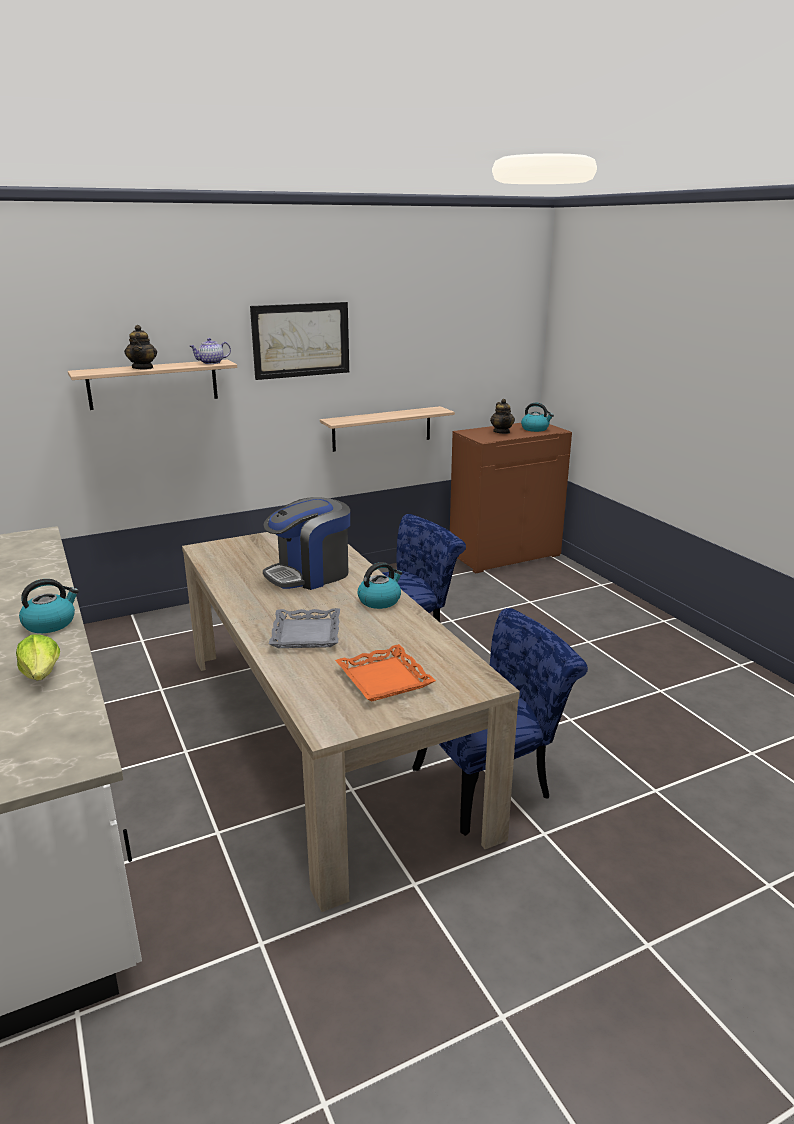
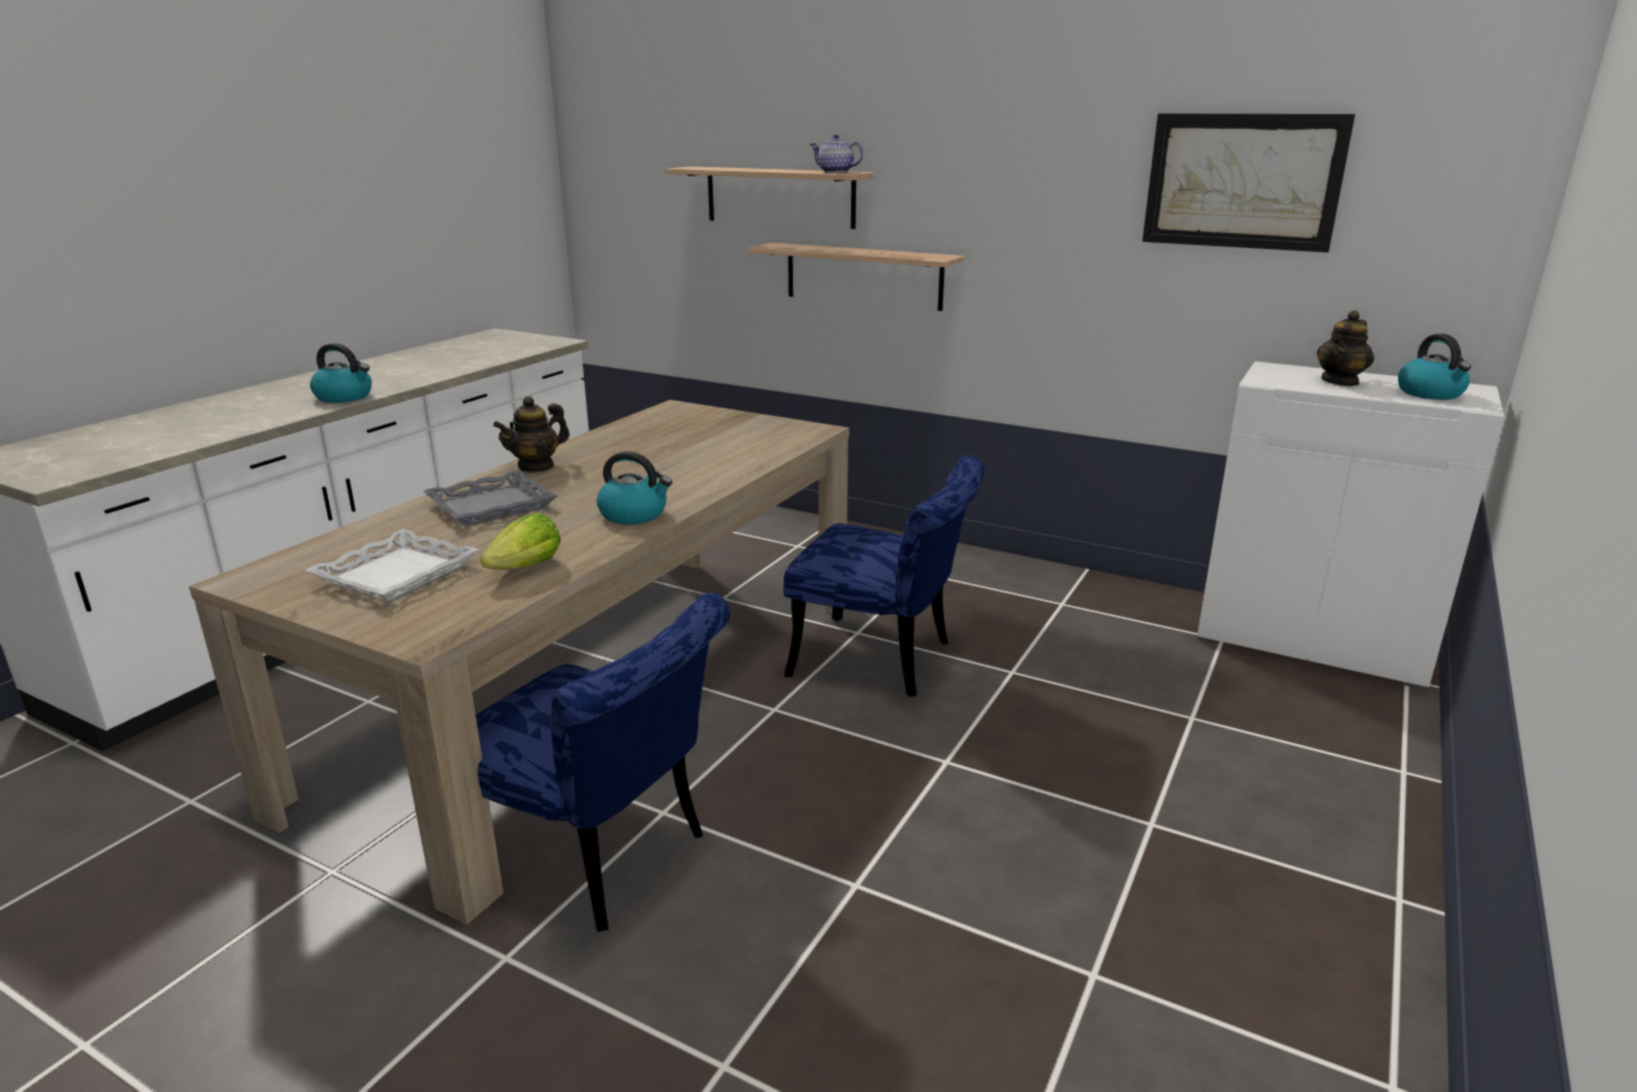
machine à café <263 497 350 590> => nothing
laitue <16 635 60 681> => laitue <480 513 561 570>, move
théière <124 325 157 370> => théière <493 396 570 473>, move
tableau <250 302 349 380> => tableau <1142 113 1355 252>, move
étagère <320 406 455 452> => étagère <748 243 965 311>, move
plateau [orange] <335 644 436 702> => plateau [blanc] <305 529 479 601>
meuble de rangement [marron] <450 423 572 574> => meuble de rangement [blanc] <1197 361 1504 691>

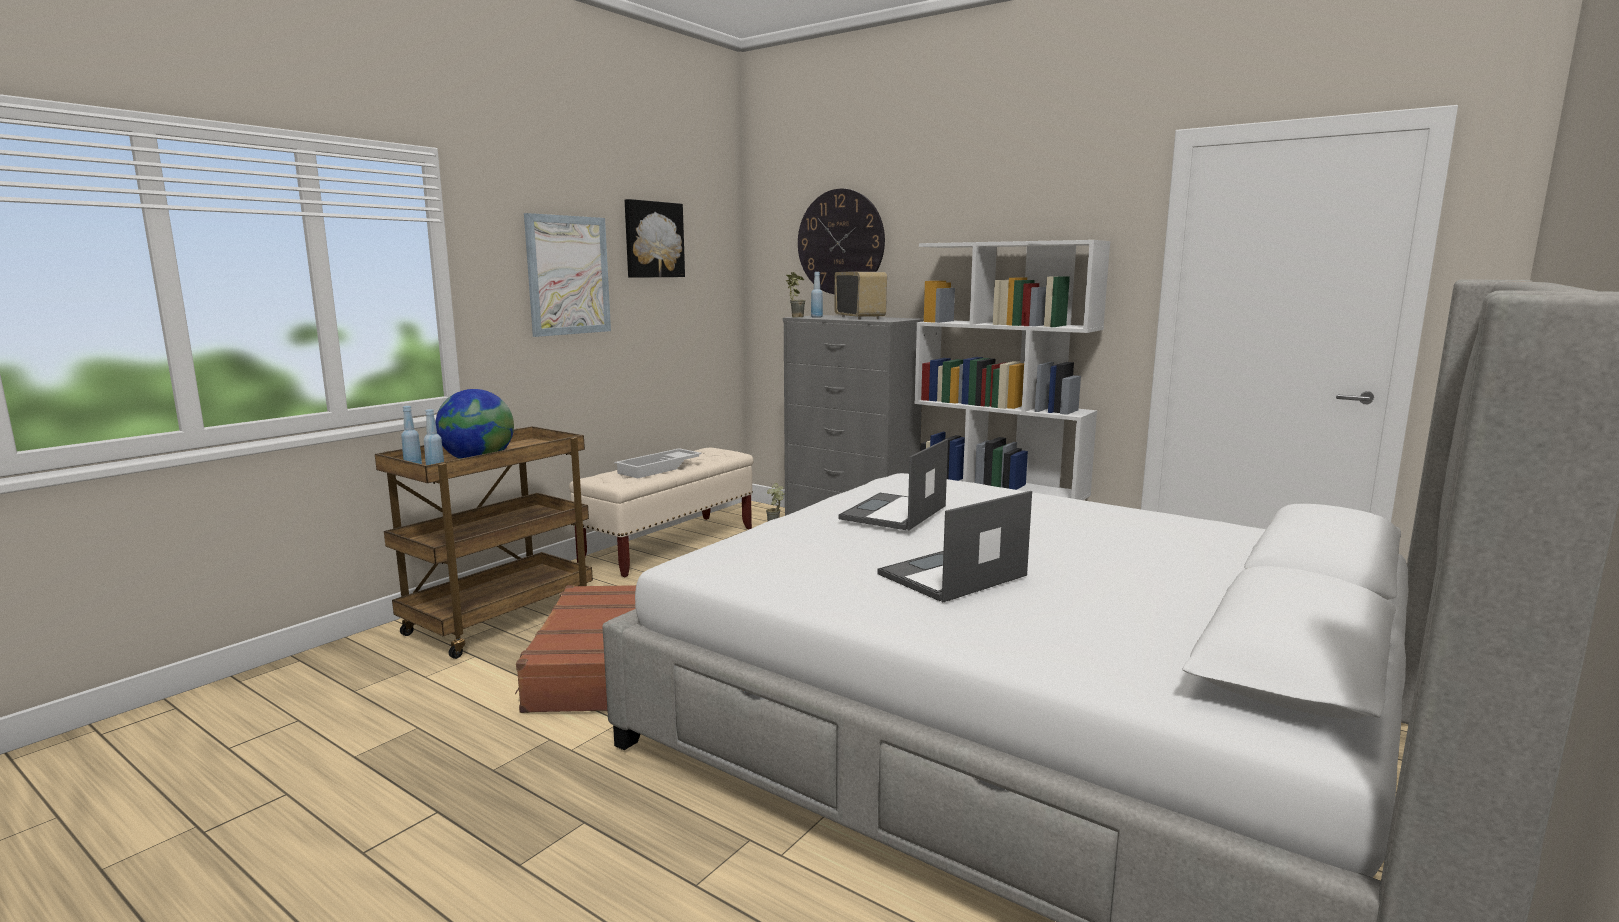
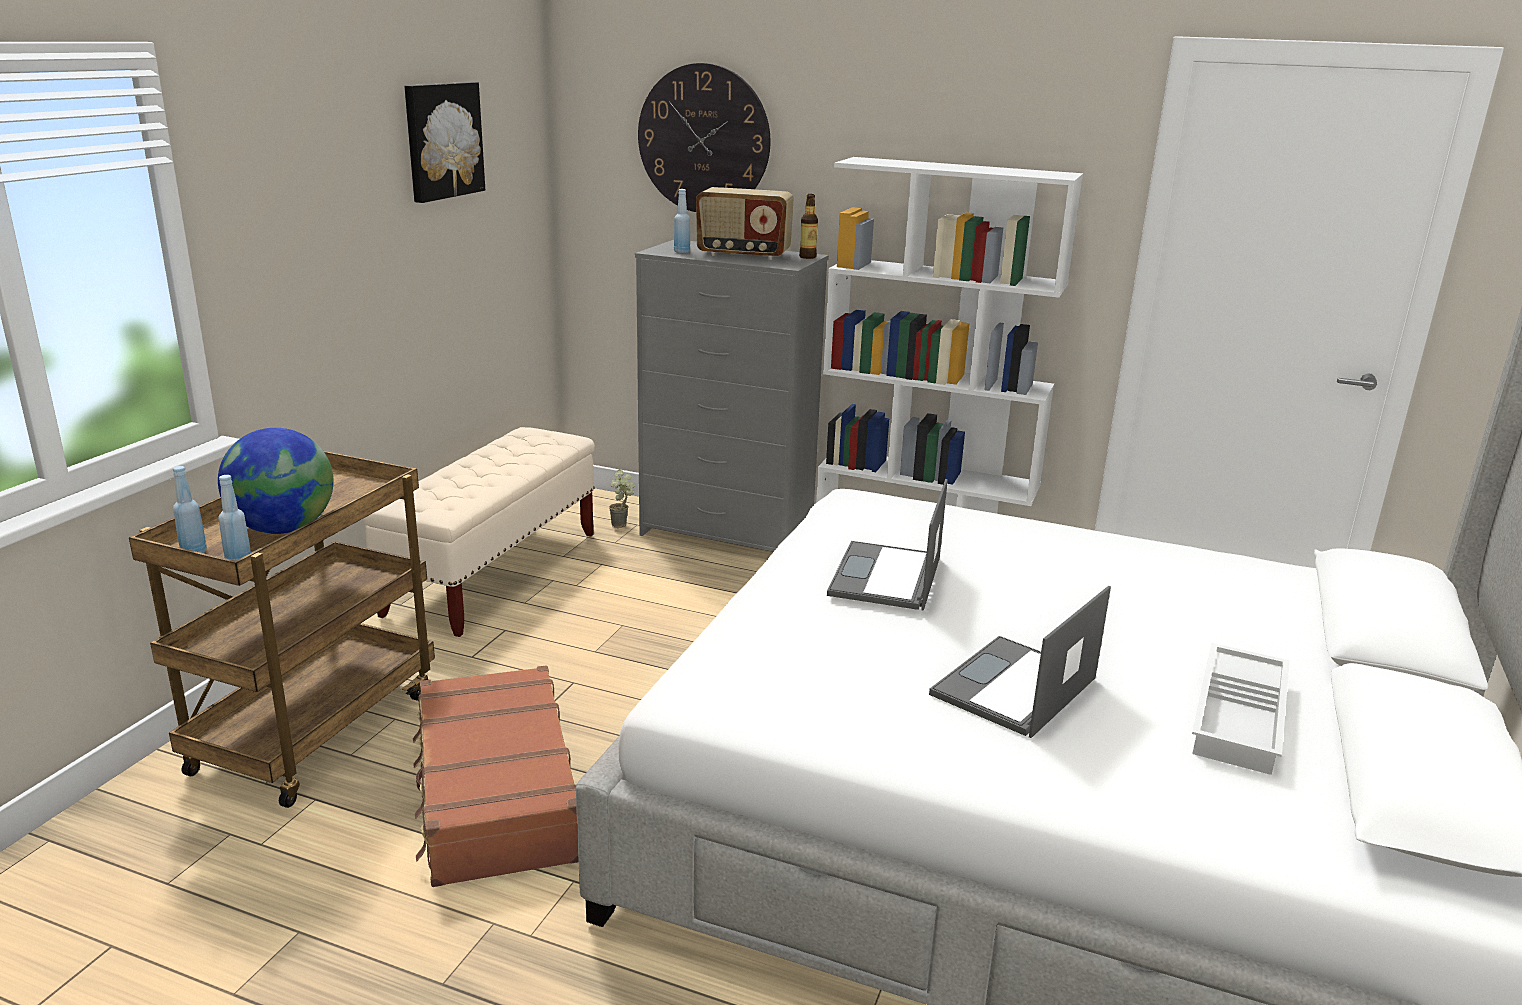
tableau <524 213 611 337> => nothing
plante en pot <786 272 806 318> => nothing
nothing => bouteille <799 194 818 259>
plateau [blanc] <614 448 702 478> => plateau [blanc] <1192 643 1290 775>, move
radio <834 272 887 320> => radio <696 187 794 260>, 135 degrees clockwise

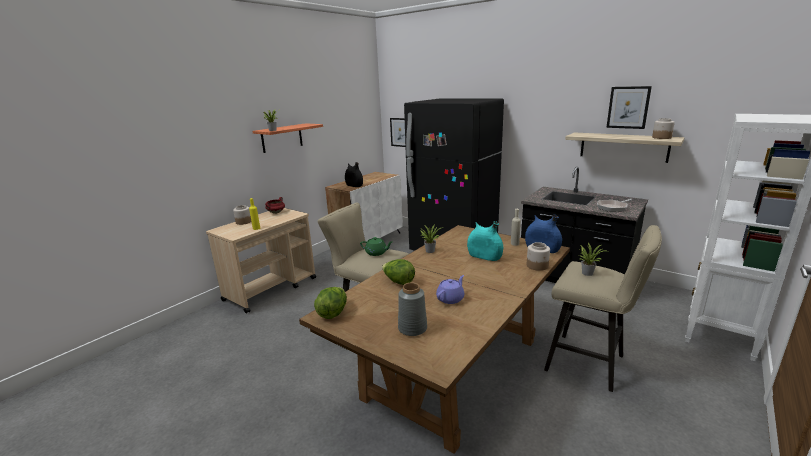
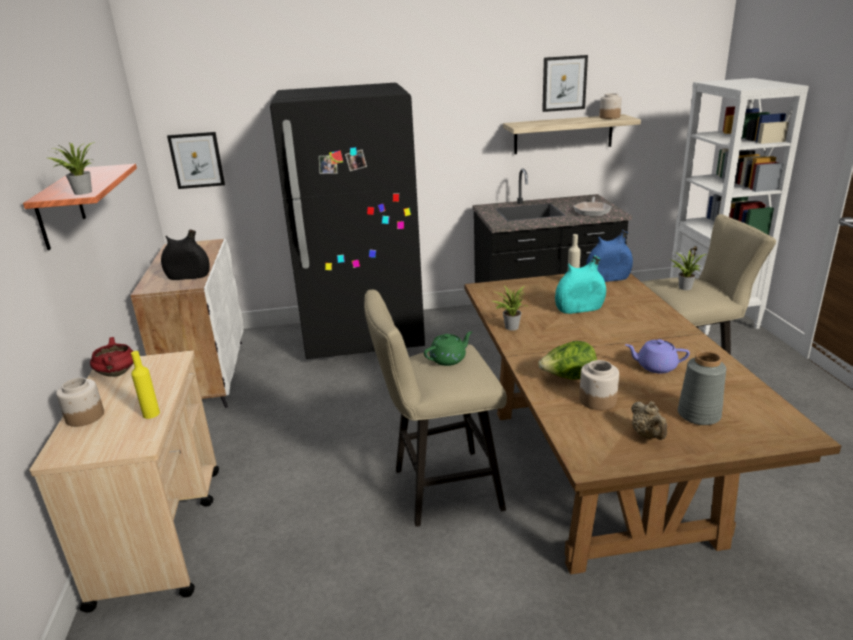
laitue <314 287 347 319> => nothing
nothing => théière [beige] <631 401 667 440>
bocal <527 242 550 271> => bocal <579 360 619 410>, move
théière [violet] <436 275 464 304> => théière [violet] <625 339 690 374>, 75 degrees counterclockwise

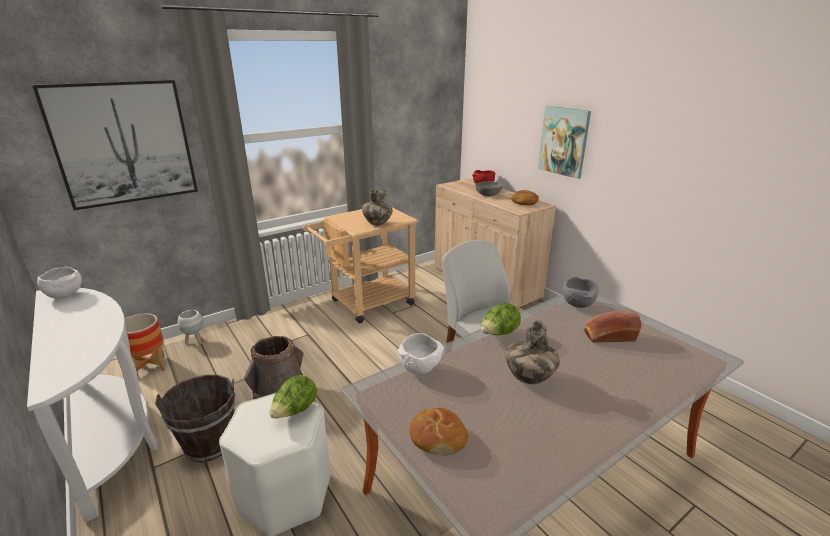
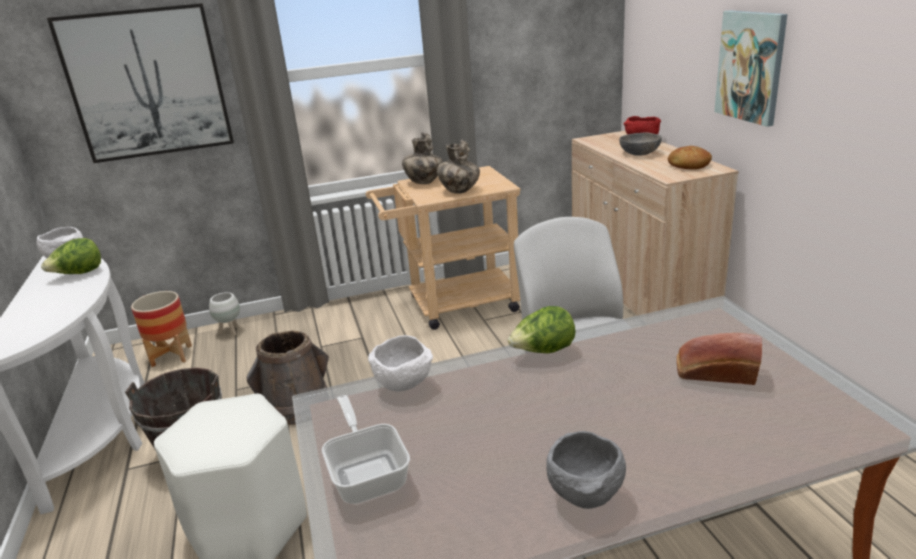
laitue <270 375 317 419> => laitue <41 238 101 274>, move
vase <505 321 560 384> => vase <402 132 443 184>, move
bol [gris] <562 277 598 308> => bol [gris] <546 431 626 509>, move
pain <410 408 468 455> => poêle <322 395 410 504>

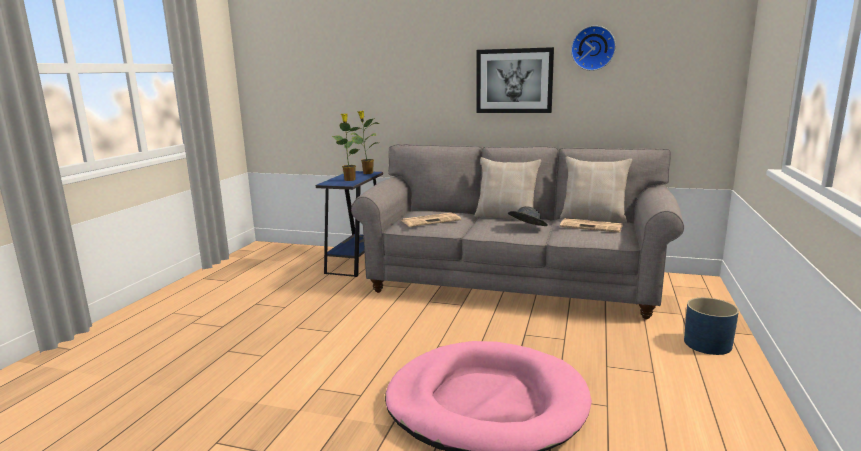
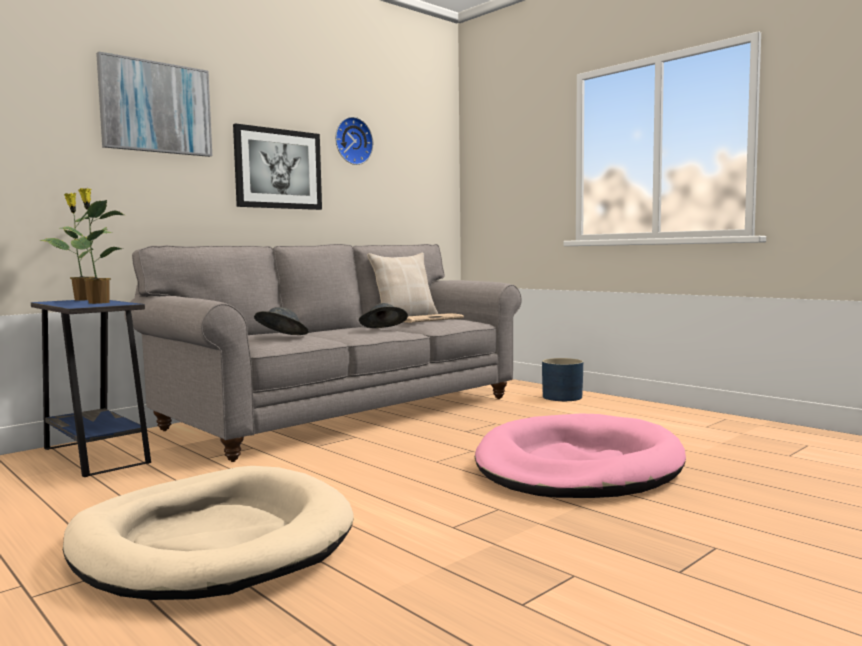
coussin [beige] <475 157 541 220> => nothing
nothing => panier pour chien [beige] <63 466 354 600>
nothing => tableau <96 52 212 157>
journal <402 213 461 227> => chapeau [gris] <254 307 309 335>

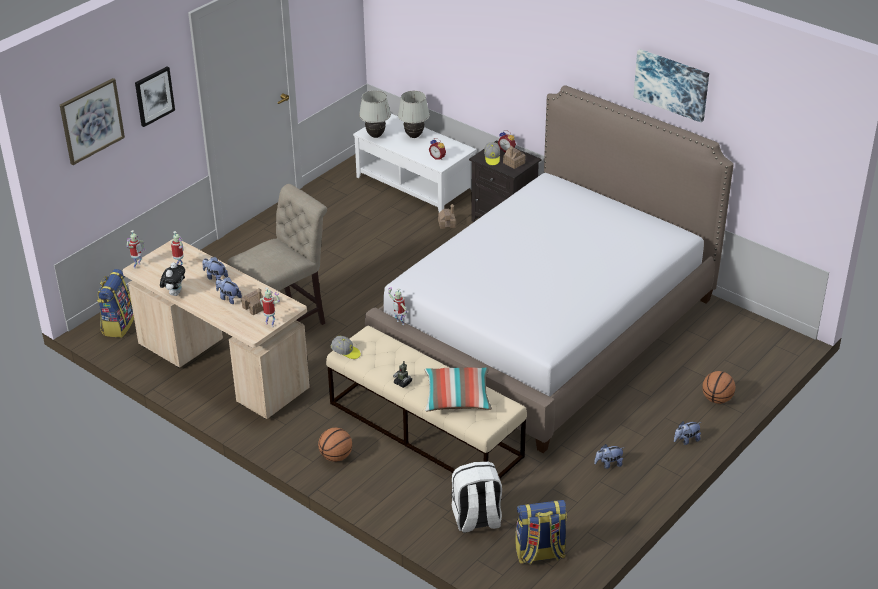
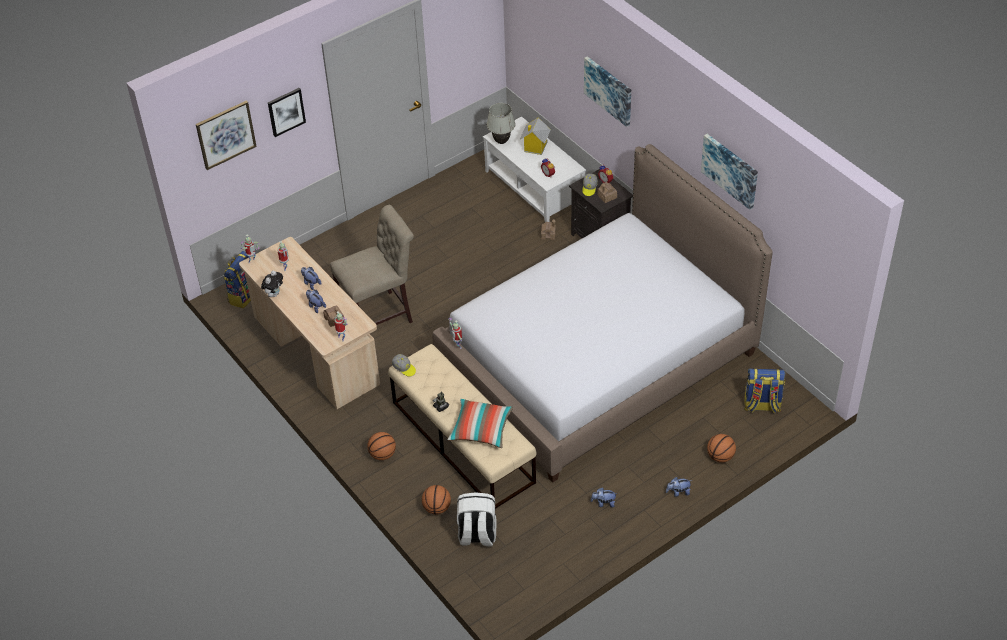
nothing => ballon de basket <422 485 451 515>
nothing => tableau <584 56 631 127>
sac à dos <516 500 567 565> => sac à dos <744 368 786 413>, move
lampe de table [blanc] <398 91 430 138> => maison miniature <520 117 551 155>

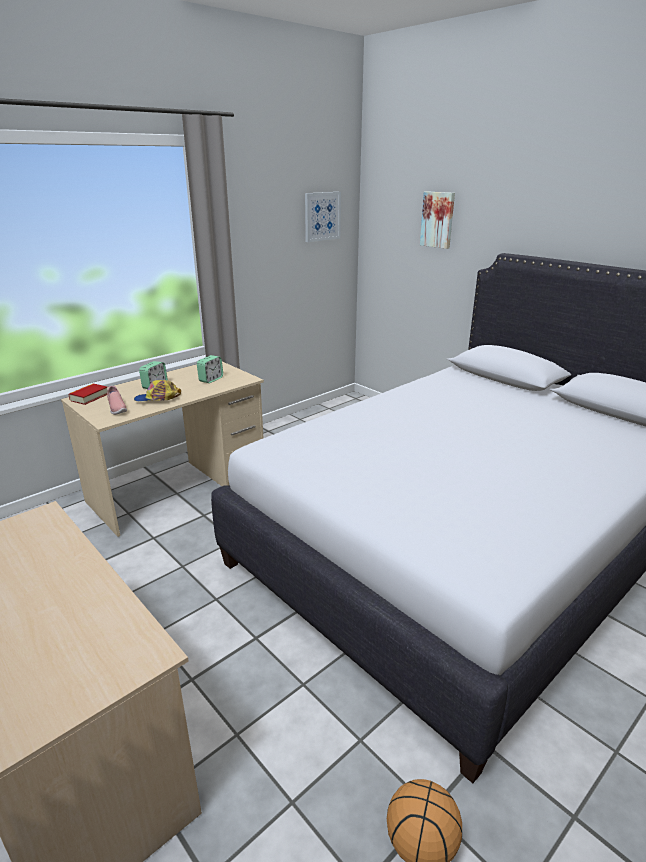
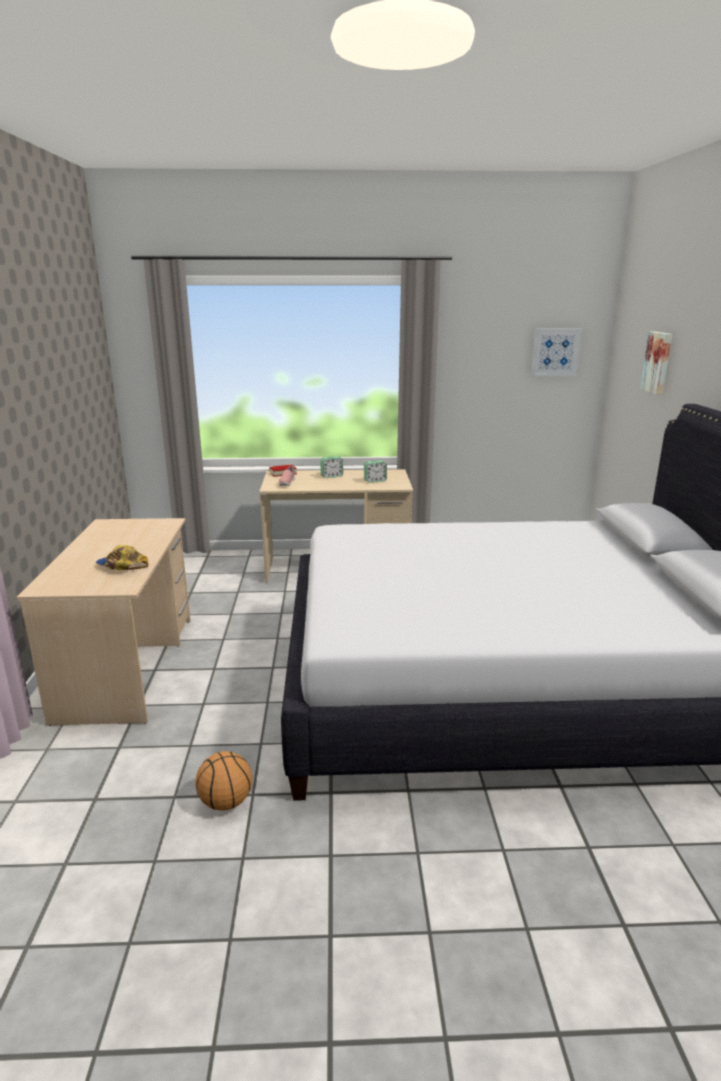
casquette <134 380 181 402> => casquette <96 545 148 570>, move

